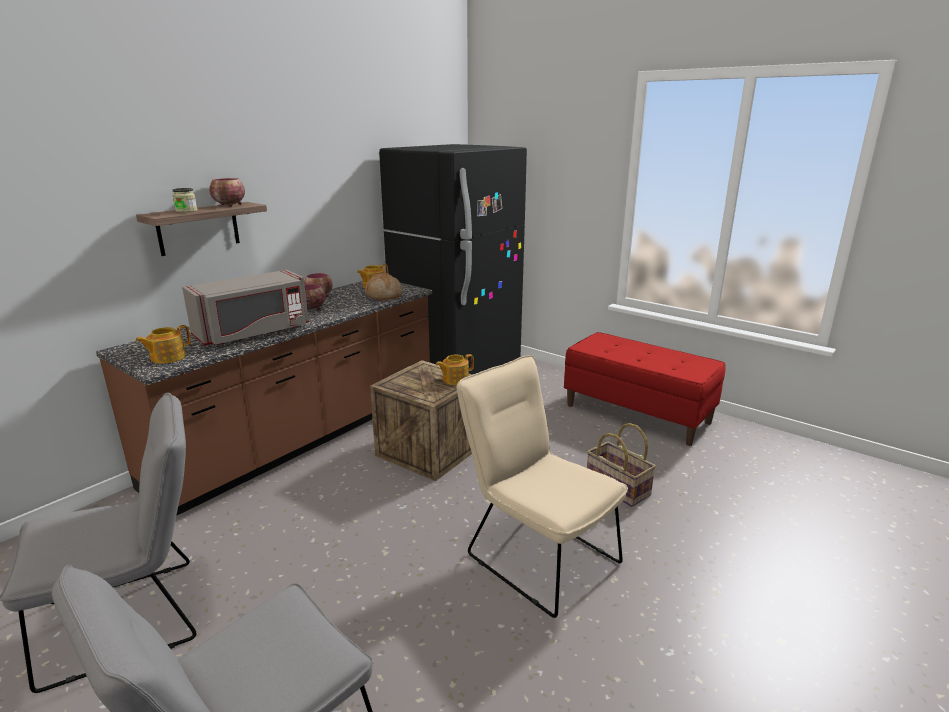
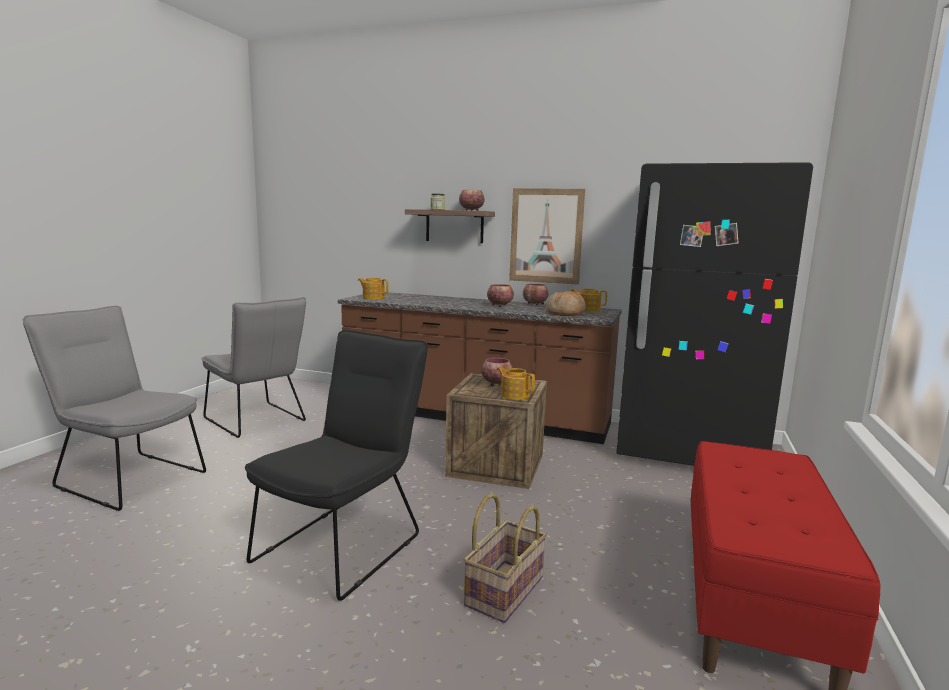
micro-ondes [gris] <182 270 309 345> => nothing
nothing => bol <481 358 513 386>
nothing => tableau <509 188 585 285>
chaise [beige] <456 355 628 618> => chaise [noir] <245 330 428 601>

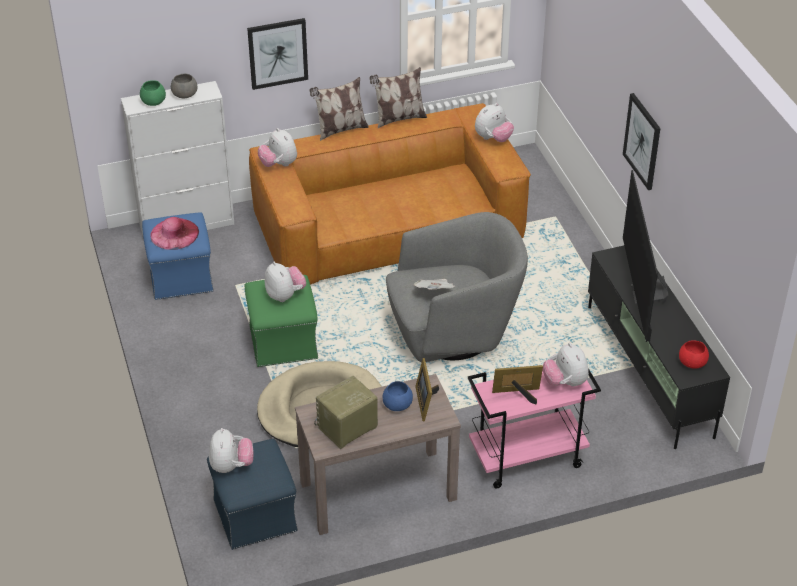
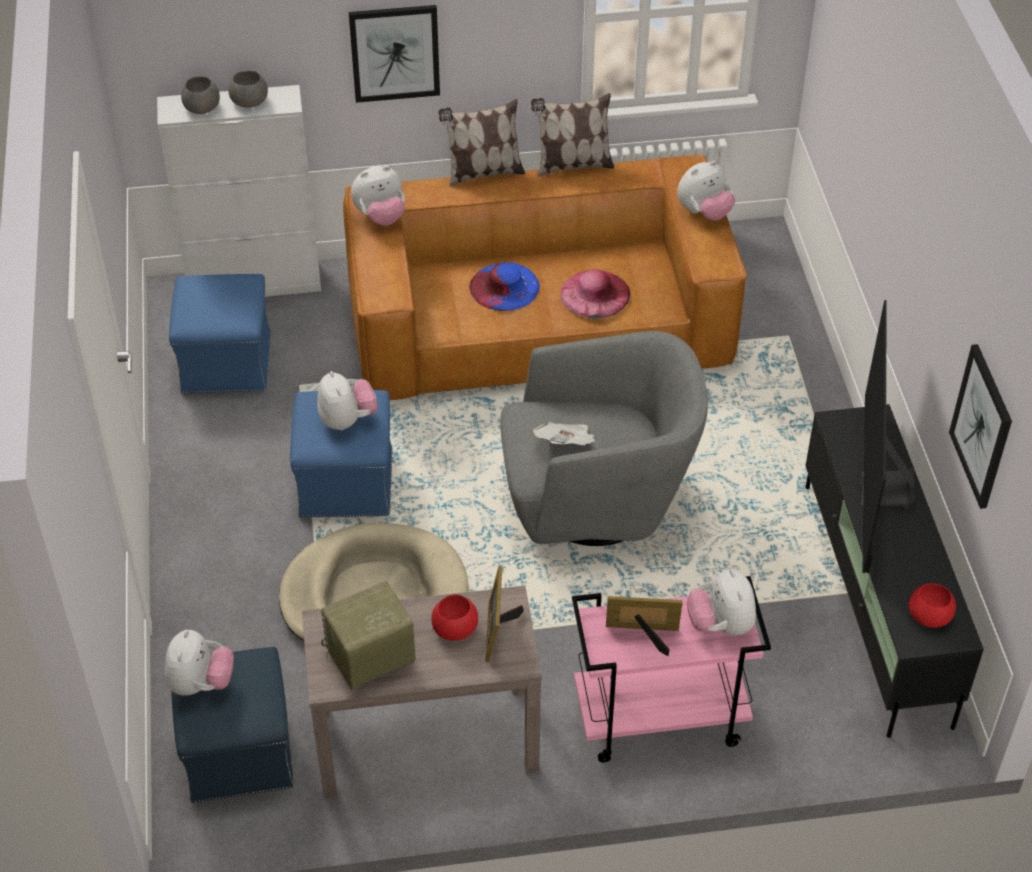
nothing => chapeau [bleu] <469 262 540 311>
chapeau [rose] <150 217 199 250> => chapeau [rose] <561 269 631 319>, move
tableau <623 93 660 190> => tableau <949 344 1012 509>, move
bol [vert] <140 80 166 106> => bol [gris] <181 76 220 114>
pouf [vert] <245 275 318 367> => pouf [bleu] <290 390 392 517>
bol [bleu] <383 381 413 411> => bol [rouge] <431 594 478 641>
peluche <258 128 297 167> => peluche <351 166 405 226>, 90 degrees counterclockwise

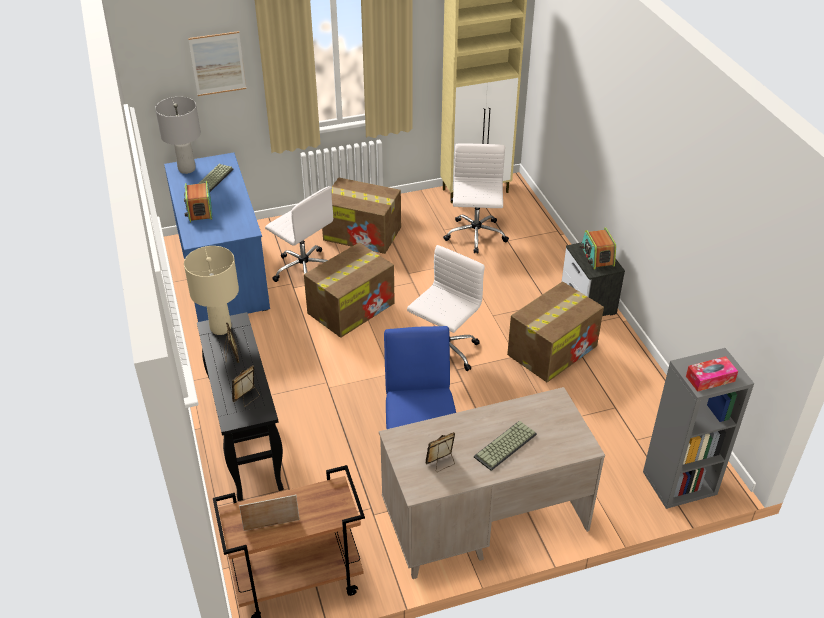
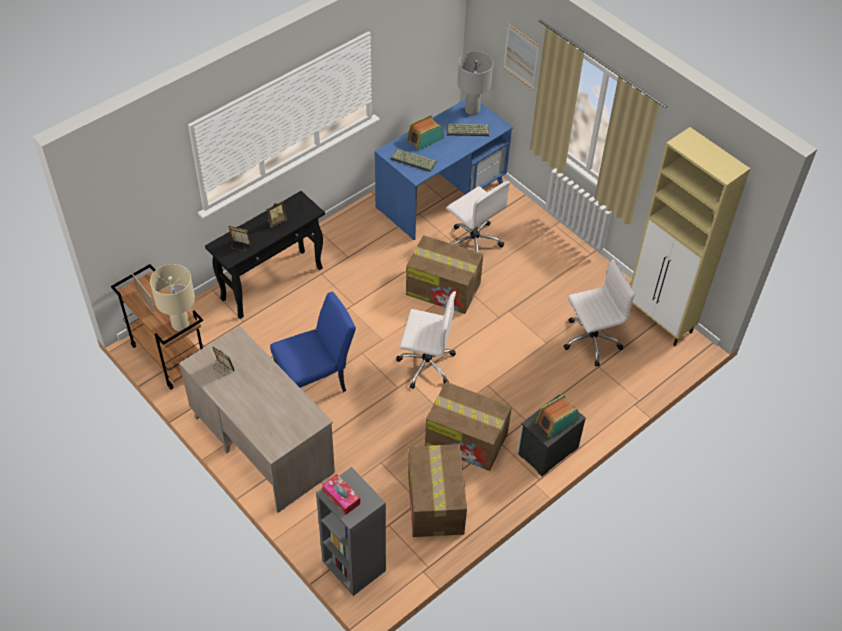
lampe de table [beige] <184 246 239 335> => lampe de table [beige] <150 264 195 331>, move
carton <322 178 401 254> => carton <408 444 467 537>, move
clavier <474 421 537 471> => clavier <391 149 437 172>, move
chaise de bureau [blanc] <265 186 333 282> => chaise de bureau [blanc] <446 181 510 252>, 60 degrees counterclockwise

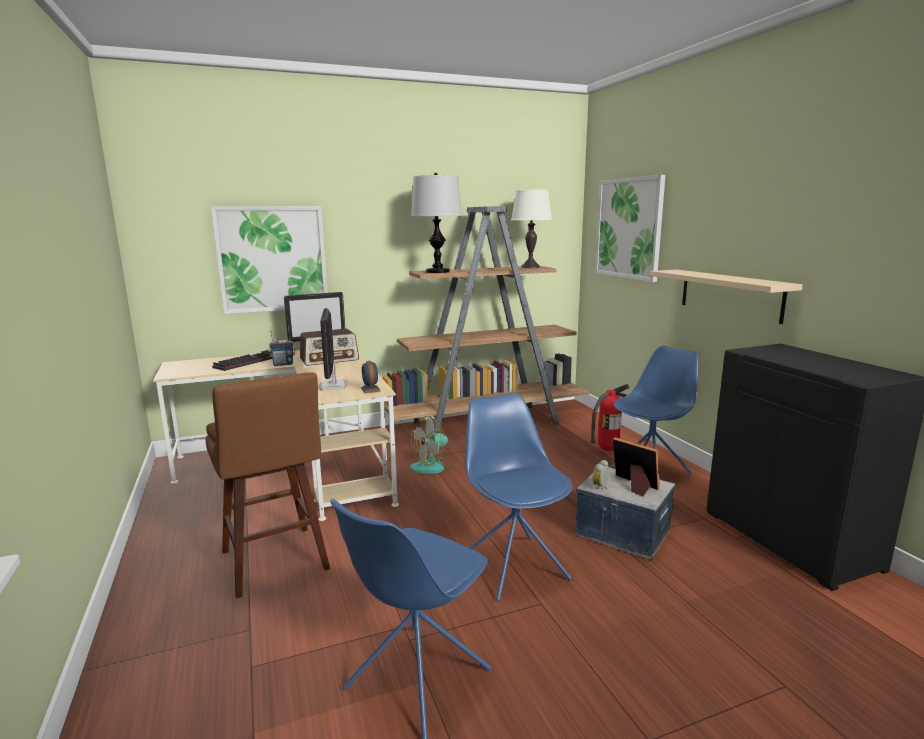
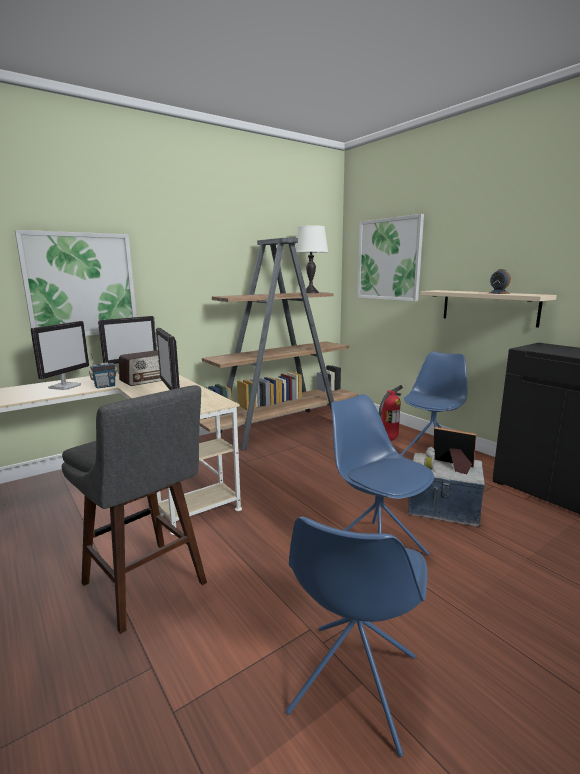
ventilateur <410 416 459 474> => nothing
lampe de table <411 173 462 273> => nothing
réveil <361 361 381 393> => réveil <489 269 511 294>, move
clavier <212 350 272 371> => écran d'ordinateur <30 321 89 390>
tabouret [marron] <205 372 330 599> => tabouret [gris] <62 385 207 634>

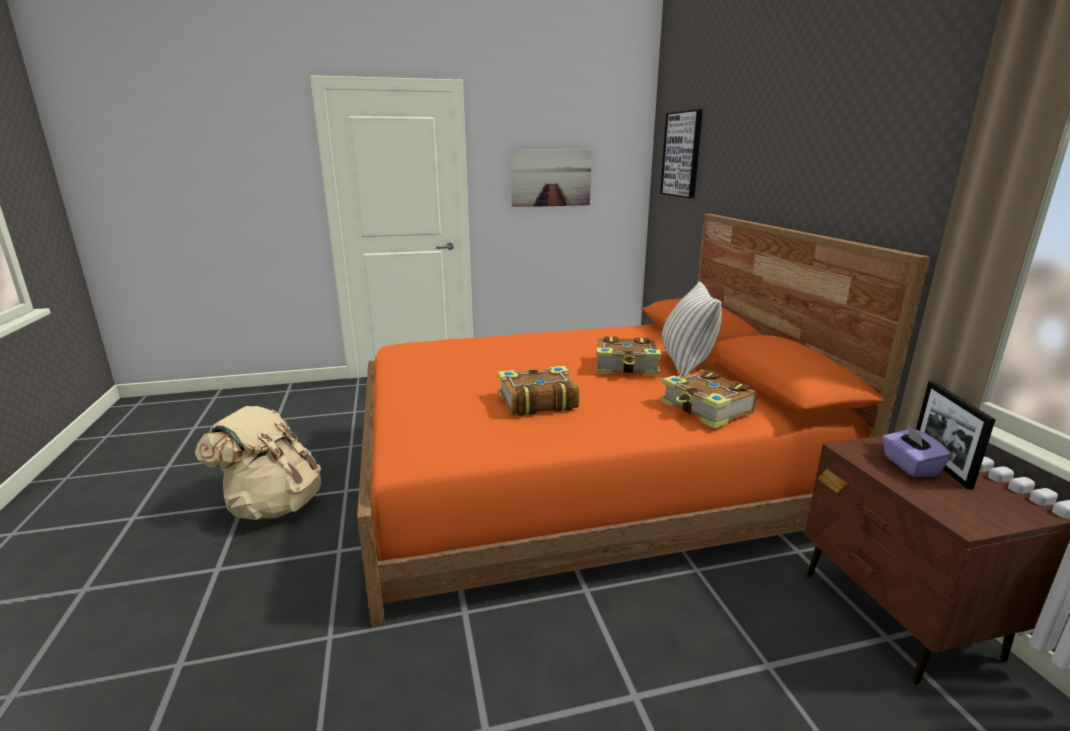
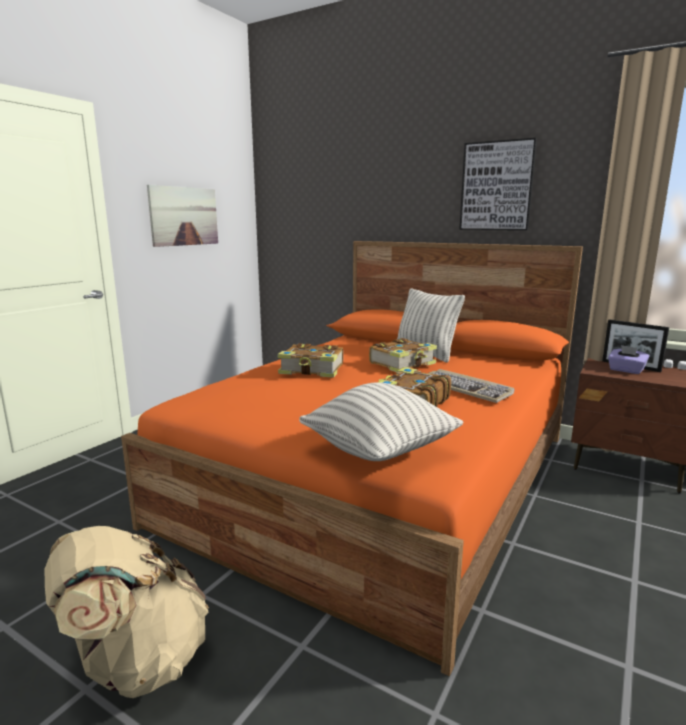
nothing => coussin <299 382 464 461>
nothing => clavier <429 369 514 403>
tableau <660 109 703 198> => tableau <459 138 537 230>, move
livre <660 369 757 428> => livre <278 343 343 378>, move

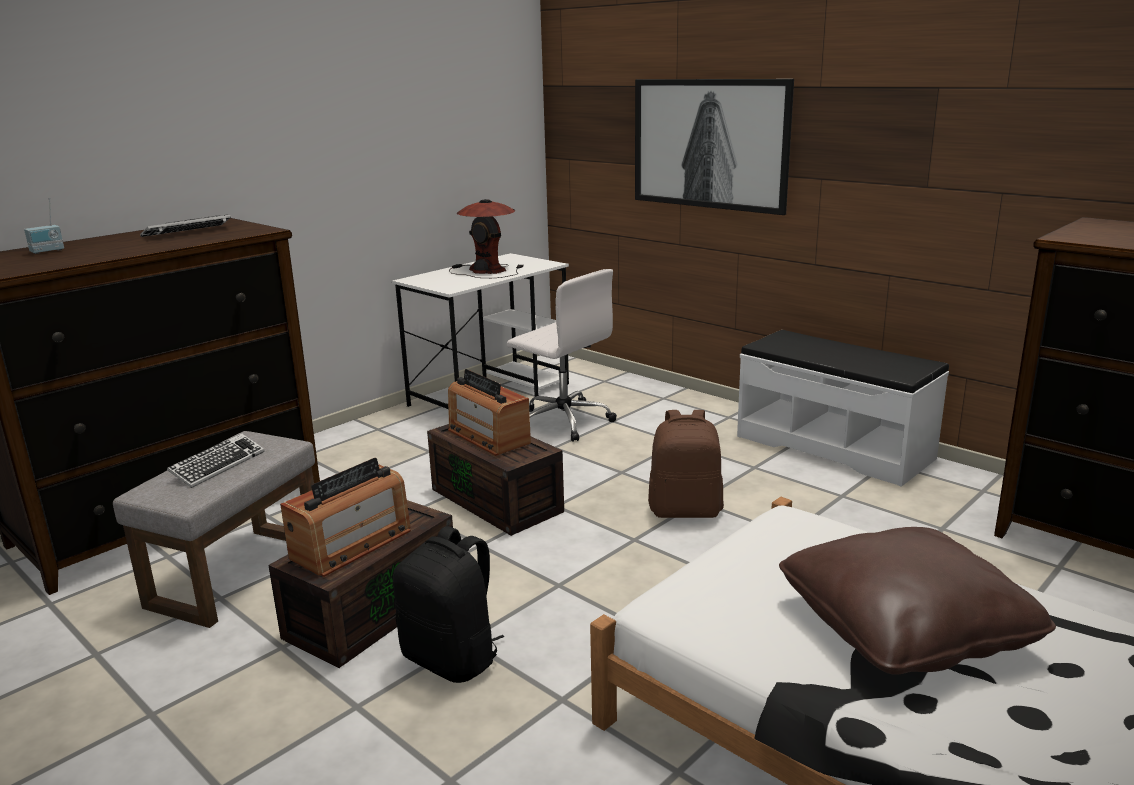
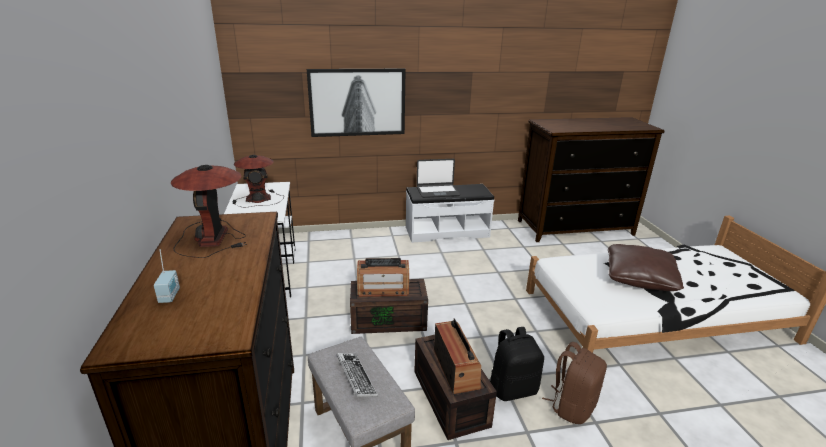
chaise de bureau [blanc] <507 269 617 442> => nothing
nothing => ordinateur portable <416 159 460 198>
sac à dos [marron] <648 410 724 518> => sac à dos [marron] <542 342 607 424>, move
clavier <140 214 231 237> => lampe de table <171 165 247 258>

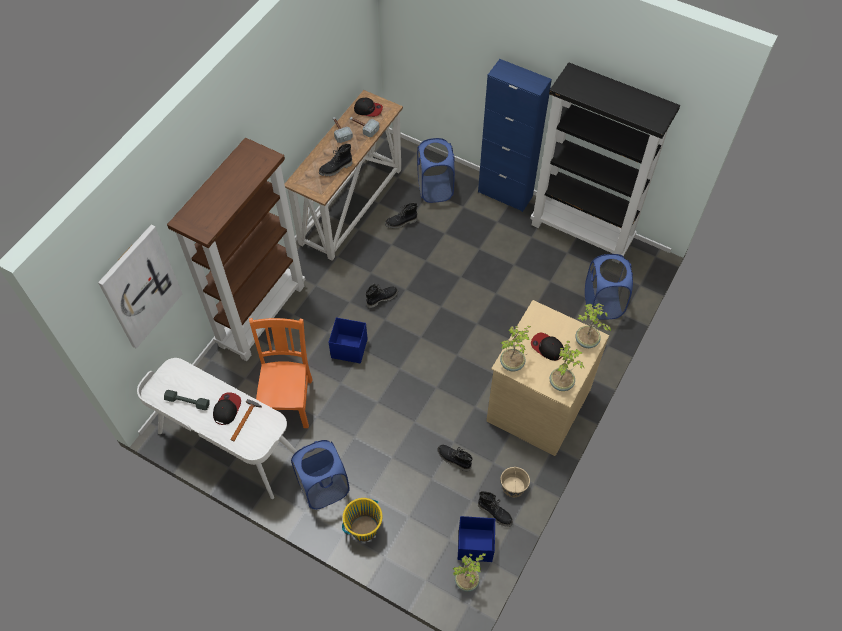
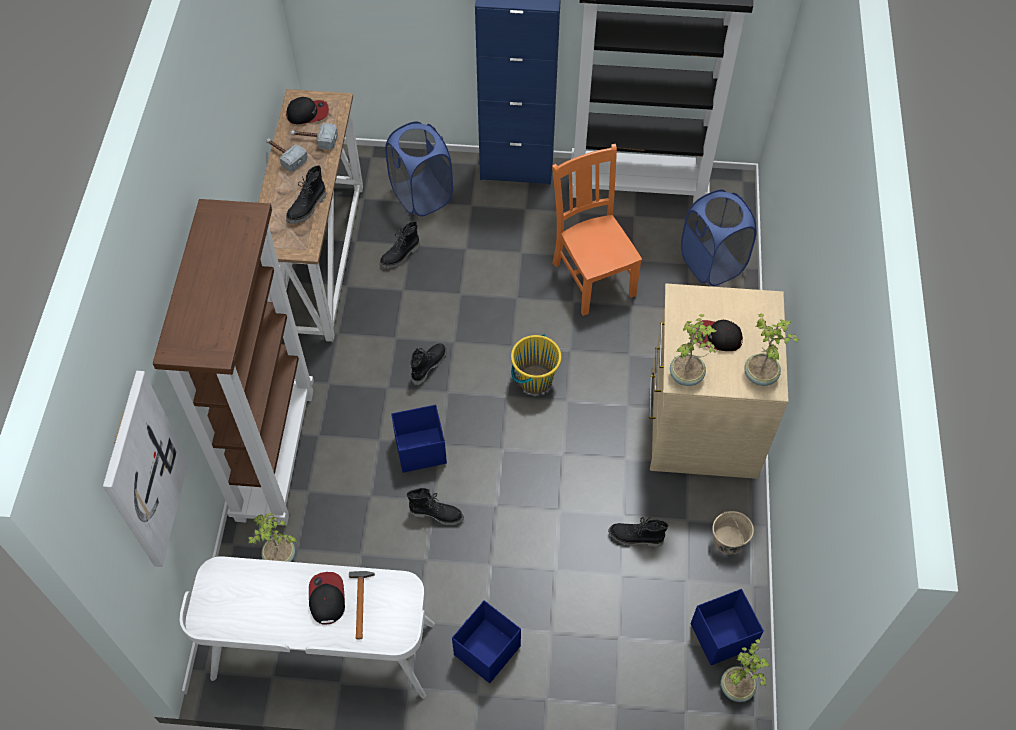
haltère [gris] <164 390 210 410> => nothing
chaise [orange] <249 318 313 428> => chaise [orange] <552 144 642 316>, move
seau [jaune] <342 498 382 541> => seau [jaune] <511 334 561 394>, move
botte [noir] <478 491 513 527> => botte [noir] <407 488 464 525>, move
plante en pot <575 303 611 348> => plante en pot <248 513 297 562>, move
panier à linge [bleu] <291 440 350 510> => boîte de rangement [bleu] <452 600 521 683>

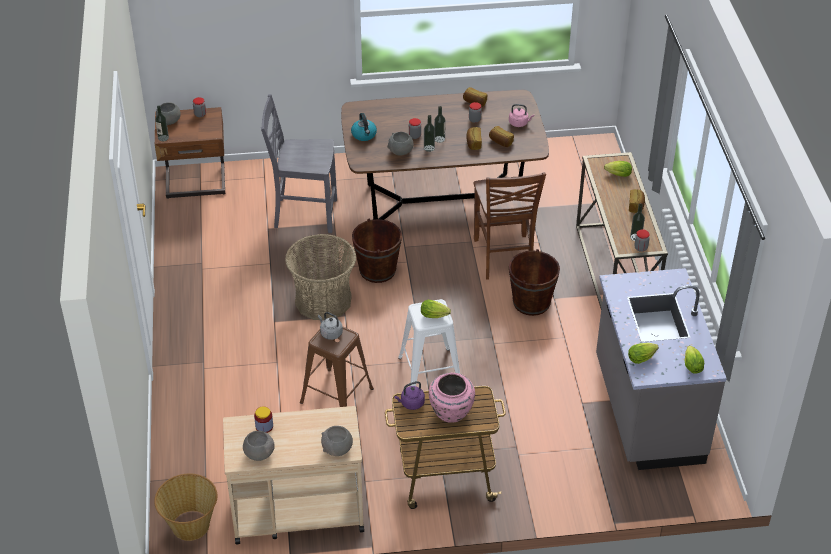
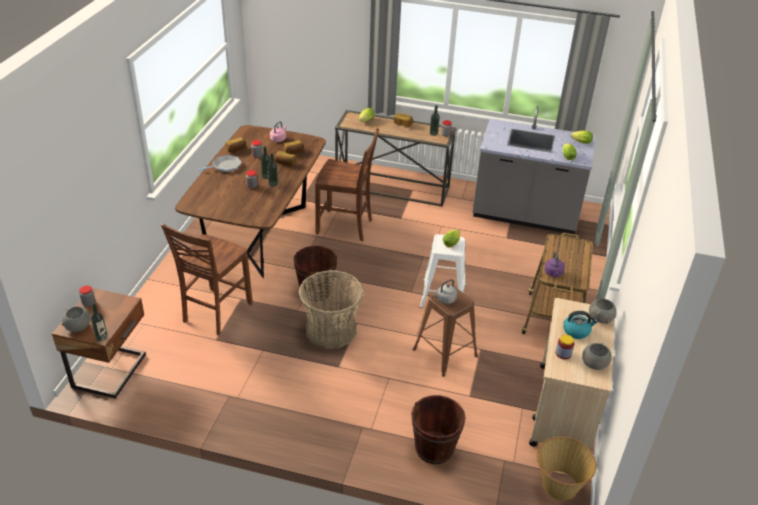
bol [gris] <387 132 413 155> => nothing
vase [rose] <429 373 475 423> => nothing
nothing => poêle <197 155 241 172>
bouilloire <351 113 377 141> => bouilloire <563 311 598 339>, move
seau [marron] <509 249 560 316> => seau [marron] <411 395 466 464>, move
chaise [gris] <261 94 337 233> => chaise [marron] <161 223 253 335>

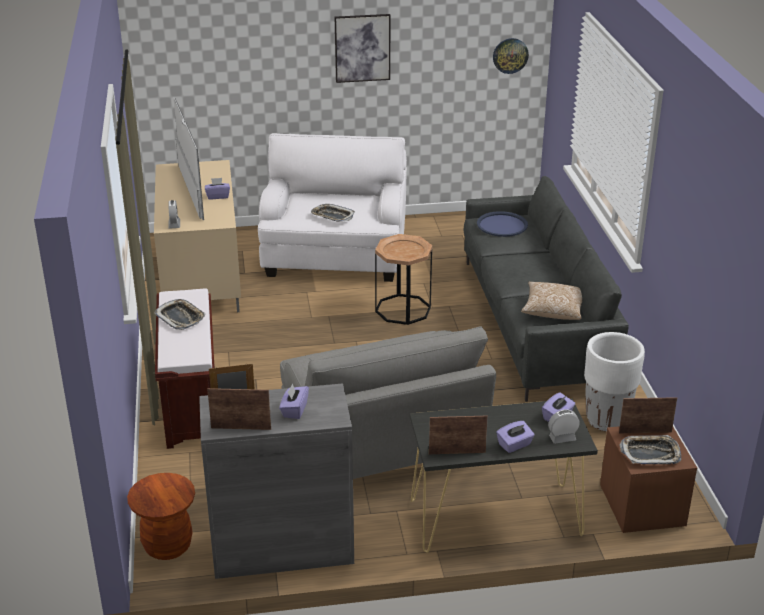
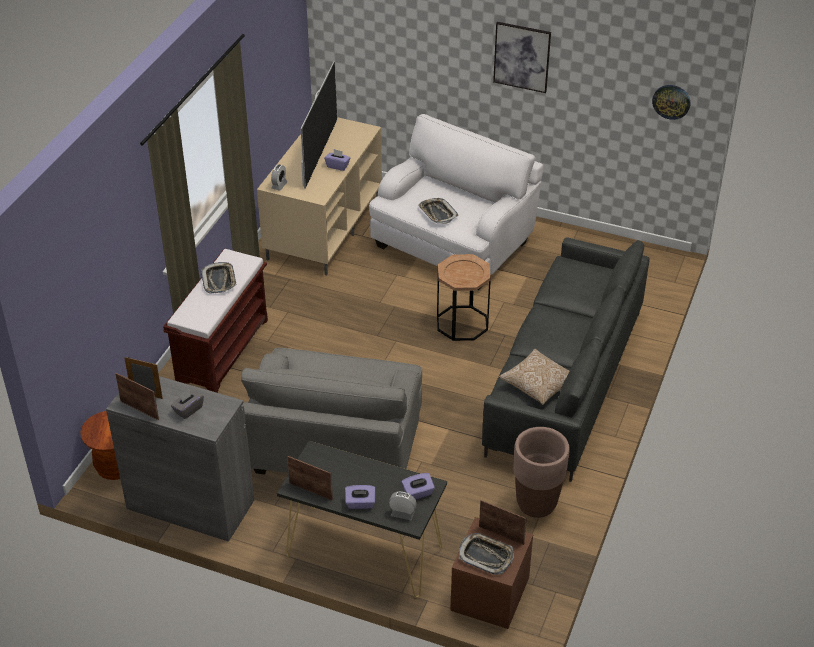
plateau [bleu] <477 211 528 237> => nothing
boîte à mouchoirs [violet] <279 383 309 419> => boîte à mouchoirs [gris] <171 390 204 419>
cache-pot [blanc] <584 332 645 432> => cache-pot [marron] <513 427 570 518>

